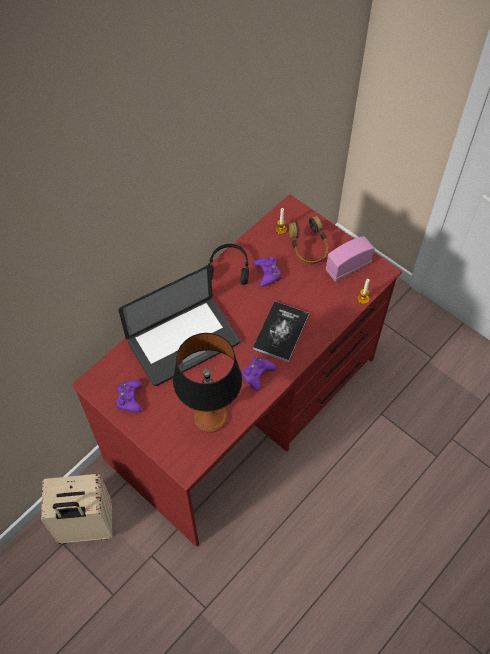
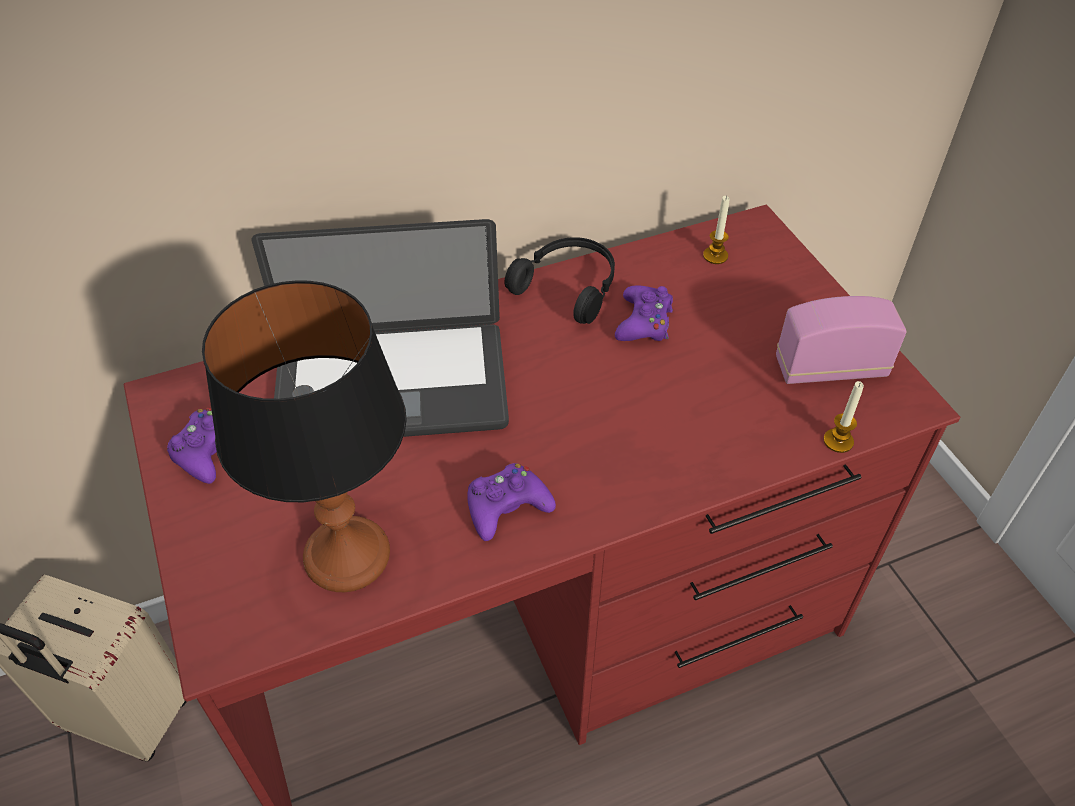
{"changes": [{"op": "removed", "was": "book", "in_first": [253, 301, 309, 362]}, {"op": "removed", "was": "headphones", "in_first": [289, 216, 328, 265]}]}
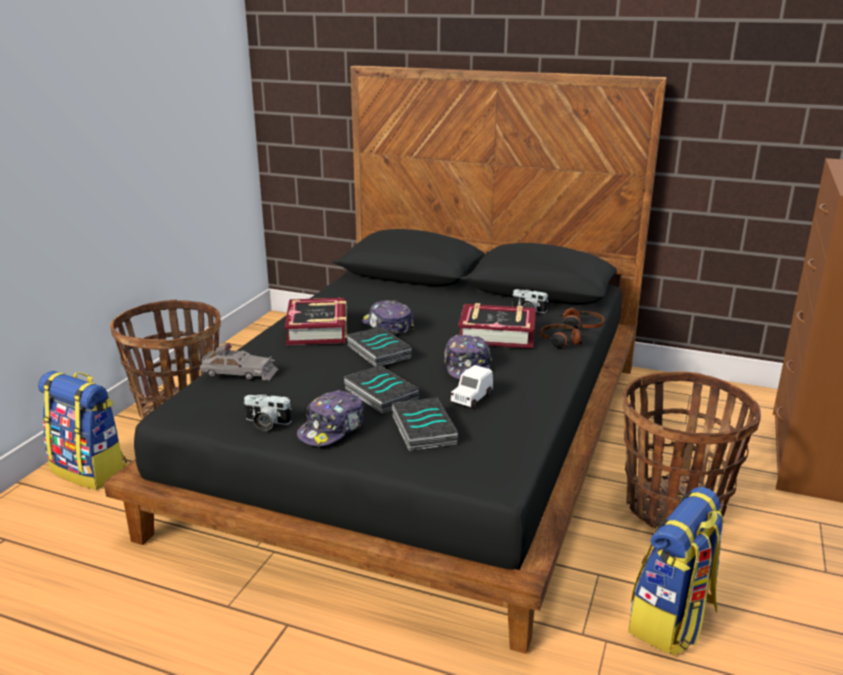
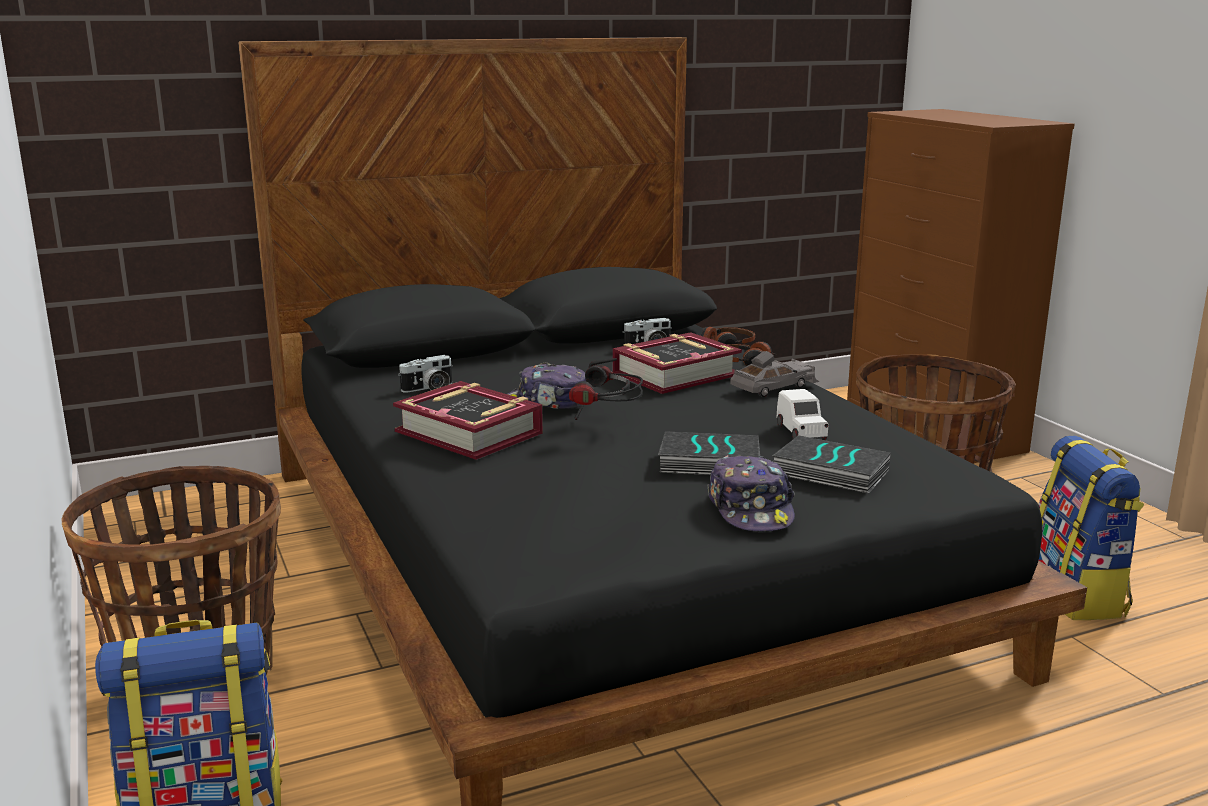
{"changes": [{"op": "removed", "was": "cap", "in_first": [444, 335, 492, 379]}, {"op": "moved", "was": "toy car (grey)", "in_first": [200, 343, 278, 381], "in_second": [731, 351, 819, 397]}, {"op": "moved", "was": "photo camera", "in_first": [244, 395, 292, 431], "in_second": [398, 355, 453, 393]}, {"op": "replaced", "was": "book", "now": "headphones", "in_first": [347, 327, 412, 367], "in_second": [569, 358, 643, 420]}]}
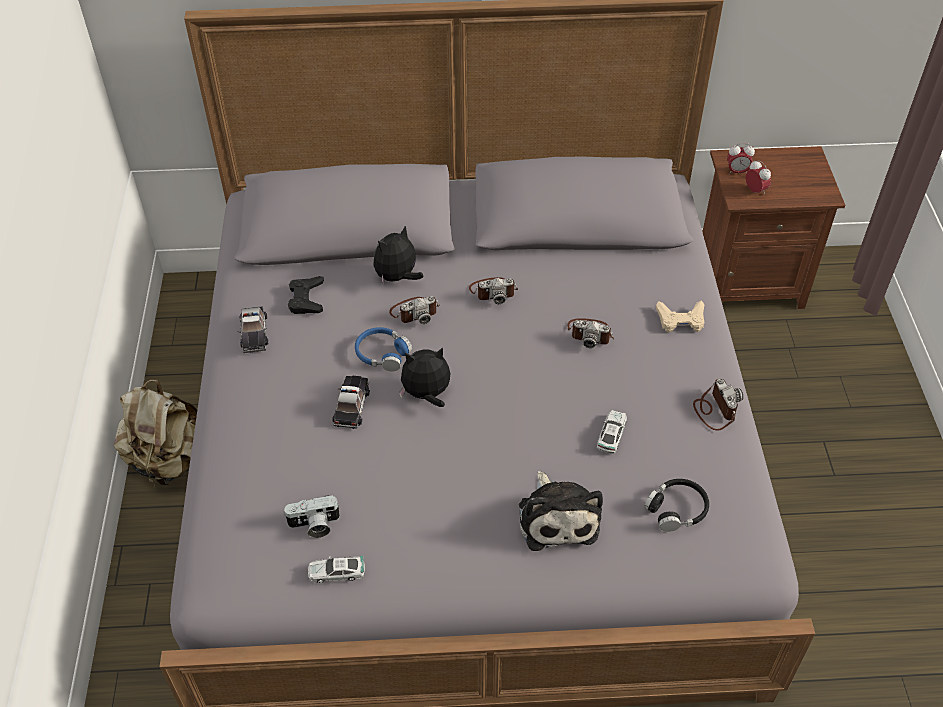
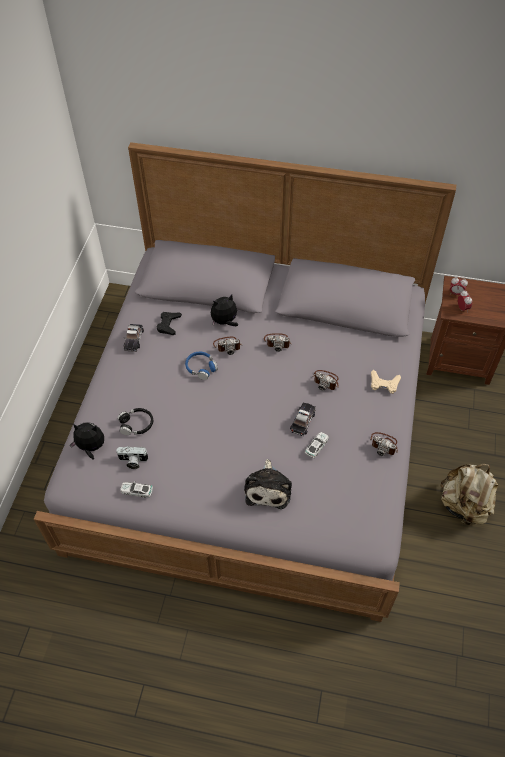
{"changes": [{"op": "moved", "was": "backpack (beige)", "in_first": [114, 380, 197, 486], "in_second": [441, 464, 498, 525]}, {"op": "moved", "was": "toy car", "in_first": [332, 375, 370, 429], "in_second": [290, 403, 316, 436]}, {"op": "moved", "was": "plush toy", "in_first": [399, 347, 450, 407], "in_second": [70, 422, 104, 459]}, {"op": "moved", "was": "headphones (black)", "in_first": [644, 479, 709, 532], "in_second": [118, 408, 153, 435]}, {"op": "turned", "was": "photo camera", "in_first": [693, 379, 743, 431], "in_second": [370, 432, 398, 456], "clockwise": 120}]}
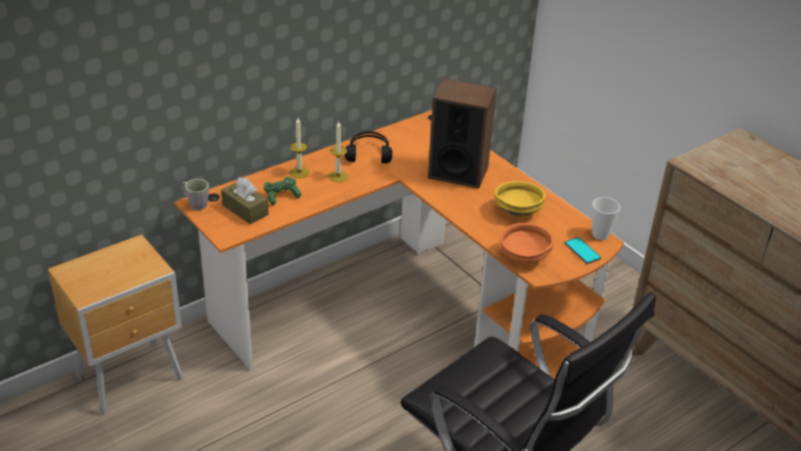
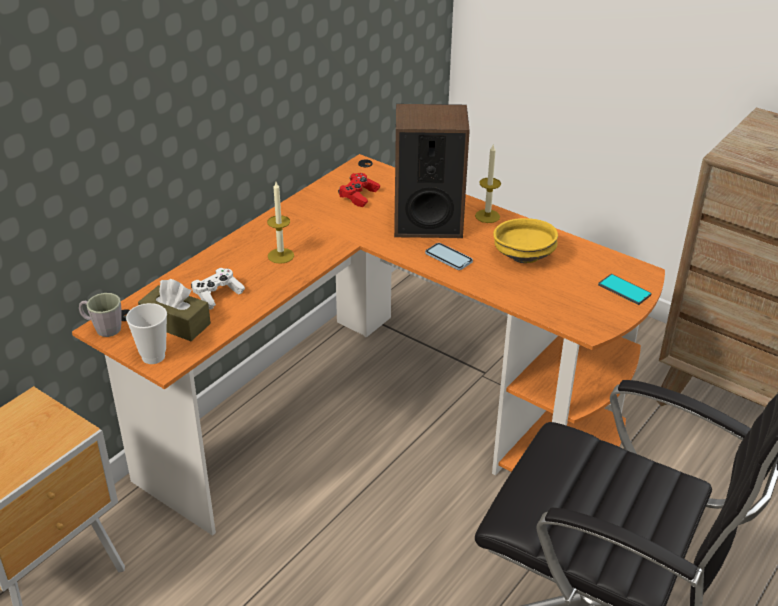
{"changes": [{"op": "removed", "was": "headphones (black)", "in_first": [345, 131, 392, 163]}, {"op": "removed", "was": "bowl (orange)", "in_first": [500, 223, 554, 263]}, {"op": "added", "now": "game controller (red)", "in_second": [338, 173, 380, 207]}, {"op": "added", "now": "phone", "in_second": [425, 243, 473, 270]}, {"op": "moved", "was": "candle", "in_first": [290, 118, 309, 178], "in_second": [475, 145, 501, 223]}, {"op": "moved", "was": "cup", "in_first": [592, 197, 620, 240], "in_second": [126, 303, 167, 364]}, {"op": "recoloured", "was": "game controller (green)", "now": "game controller (white)", "in_first": [264, 177, 302, 205], "in_second": [191, 268, 245, 310]}]}
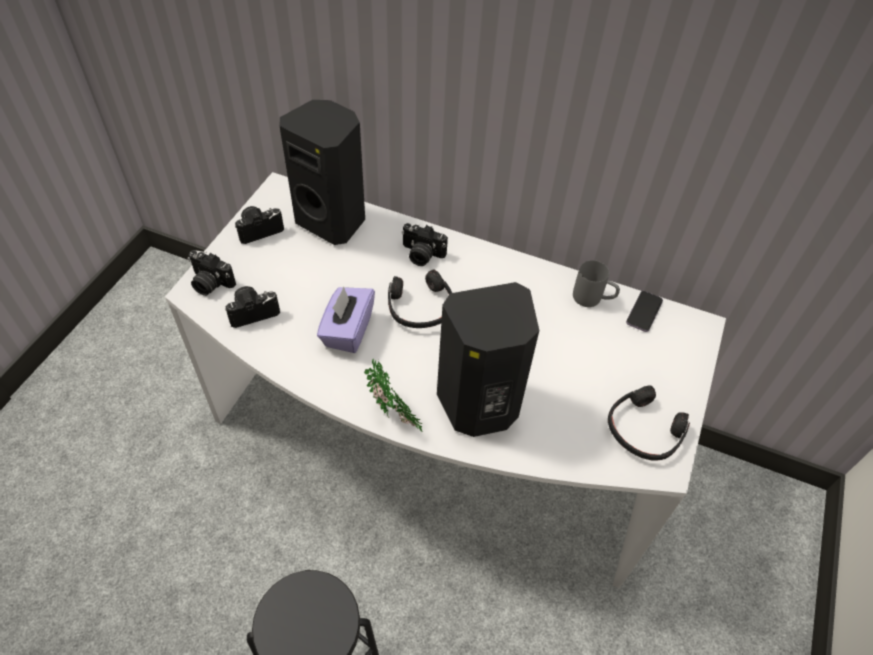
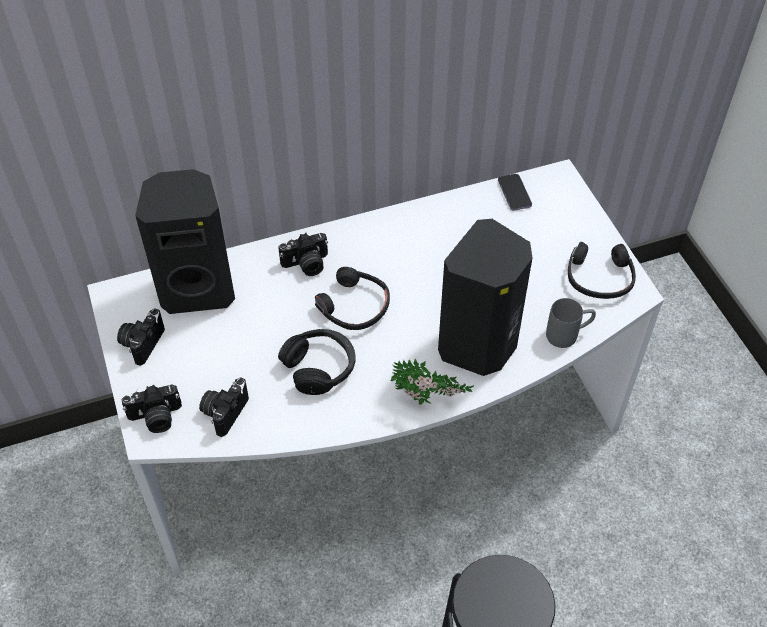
{"changes": [{"op": "moved", "was": "mug (grey)", "in_first": [573, 260, 620, 307], "in_second": [546, 298, 596, 348]}, {"op": "replaced", "was": "tissue box (purple)", "now": "headphones (black)", "in_first": [317, 287, 375, 353], "in_second": [278, 329, 356, 395]}]}
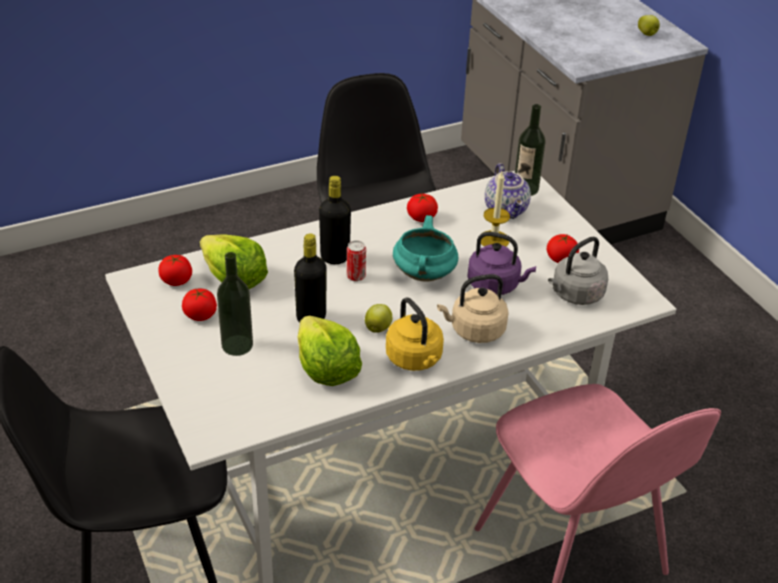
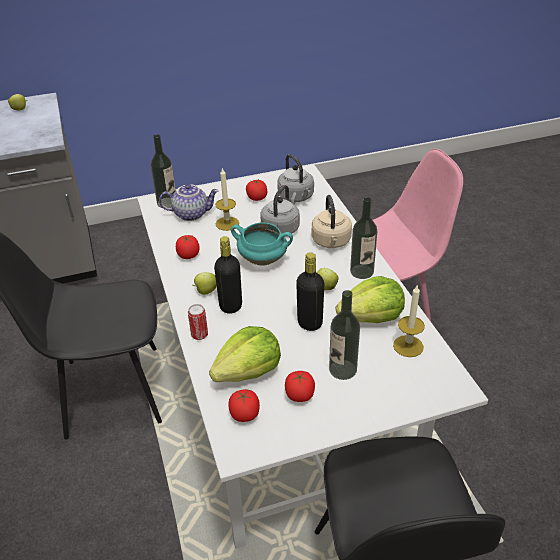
{"changes": [{"op": "added", "now": "apple", "in_second": [192, 272, 217, 295]}, {"op": "added", "now": "candle", "in_second": [393, 284, 425, 357]}, {"op": "moved", "was": "can", "in_first": [347, 240, 366, 282], "in_second": [188, 304, 208, 340]}, {"op": "replaced", "was": "kettle (yellow)", "now": "bottle", "in_first": [386, 297, 444, 371], "in_second": [350, 197, 377, 279]}, {"op": "recoloured", "was": "kettle (purple)", "now": "kettle (grey)", "in_first": [467, 232, 536, 295], "in_second": [260, 185, 300, 234]}]}
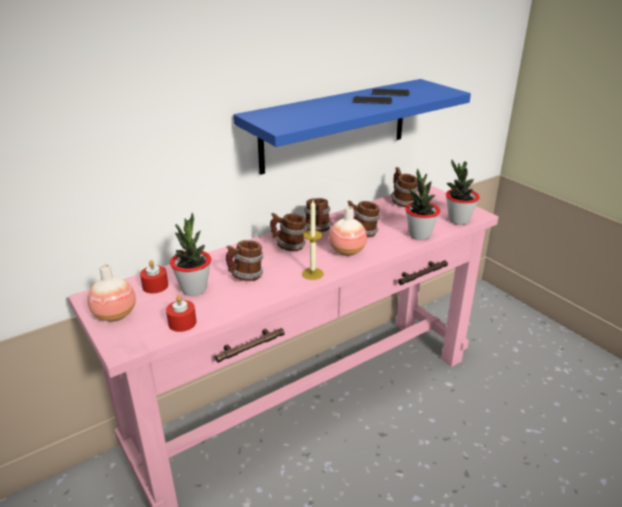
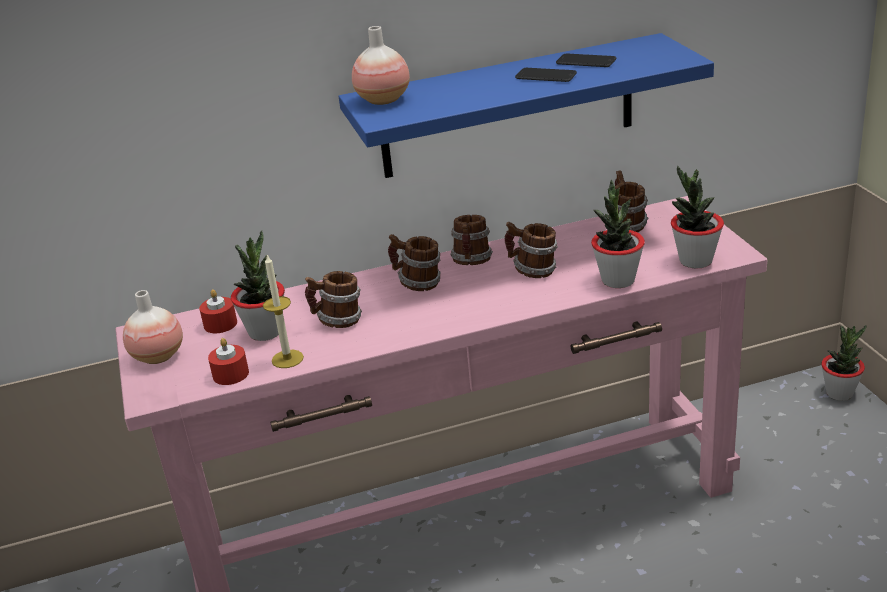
{"changes": [{"op": "added", "now": "potted plant", "in_second": [821, 325, 867, 401]}, {"op": "moved", "was": "candle", "in_first": [302, 200, 324, 280], "in_second": [263, 255, 304, 368]}, {"op": "moved", "was": "vase", "in_first": [329, 206, 367, 256], "in_second": [352, 26, 410, 105]}]}
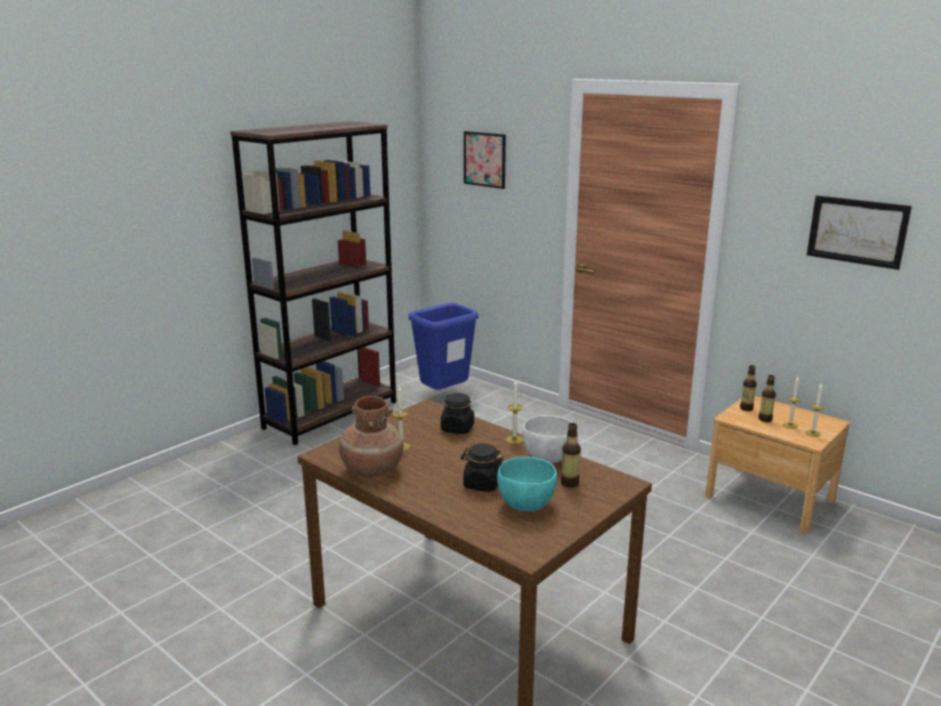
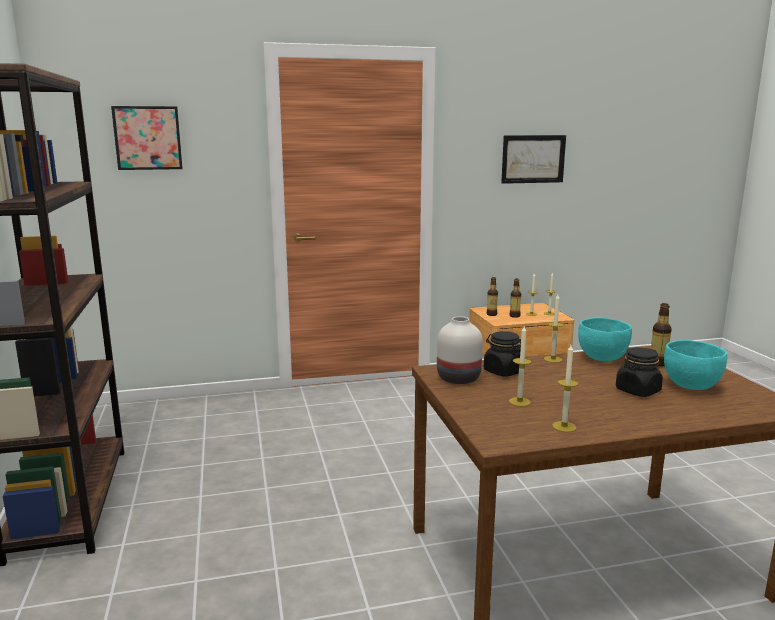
{"changes": [{"op": "removed", "was": "trash can (blue)", "in_first": [408, 303, 479, 390]}, {"op": "added", "now": "vase (white)", "in_second": [437, 316, 483, 384]}, {"op": "replaced", "was": "vase (brown)", "now": "candle", "in_first": [339, 396, 404, 477], "in_second": [552, 345, 578, 432]}, {"op": "recoloured", "was": "bowl (white)", "now": "bowl (turquoise)", "in_first": [522, 415, 573, 463], "in_second": [578, 318, 632, 361]}]}
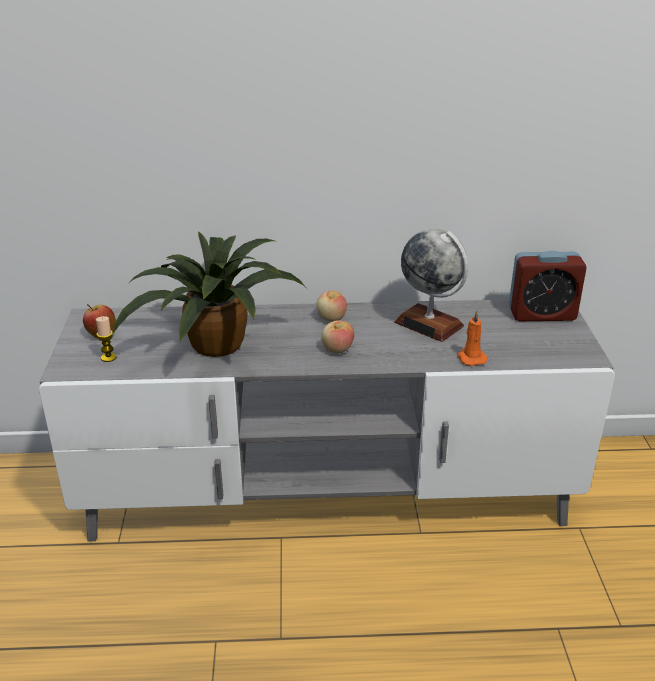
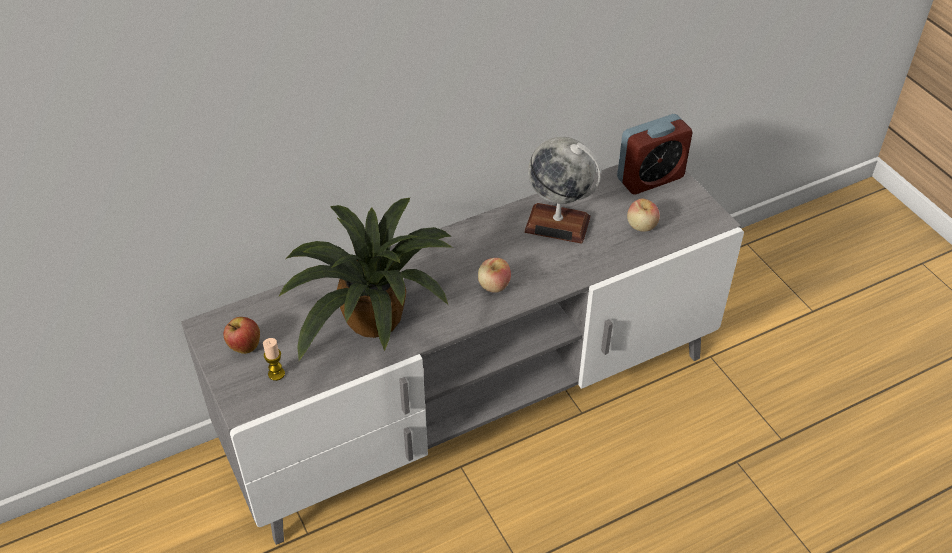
{"changes": [{"op": "removed", "was": "candle (orange)", "in_first": [457, 311, 488, 366]}, {"op": "moved", "was": "apple", "in_first": [316, 290, 347, 322], "in_second": [627, 199, 660, 232]}]}
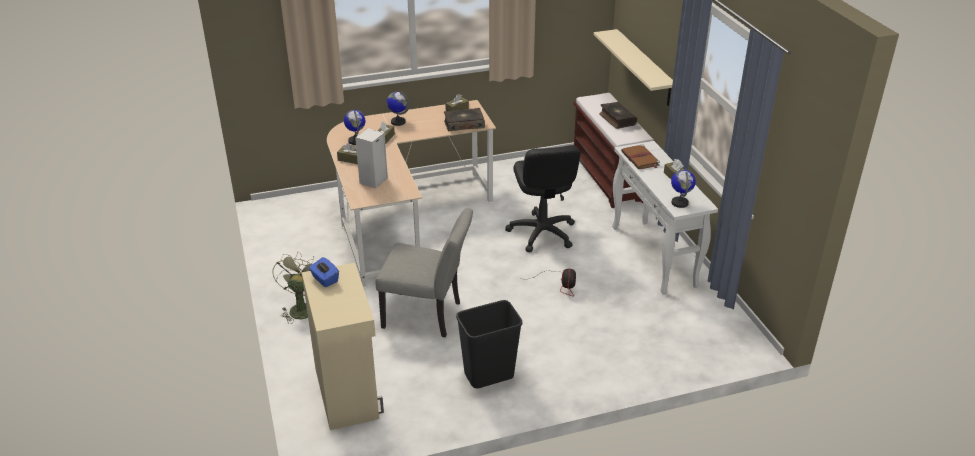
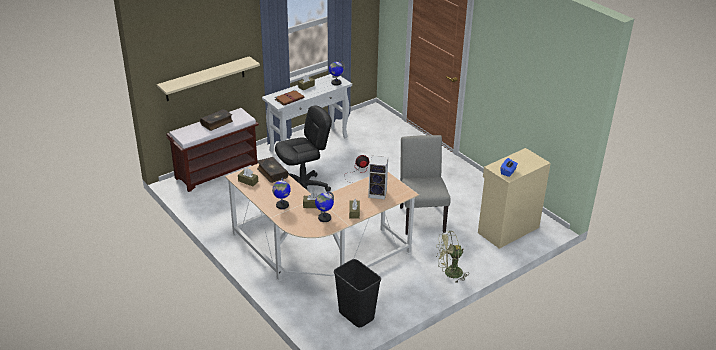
{"changes": [{"op": "moved", "was": "trash can (black)", "in_first": [456, 300, 522, 388], "in_second": [334, 259, 381, 328]}]}
